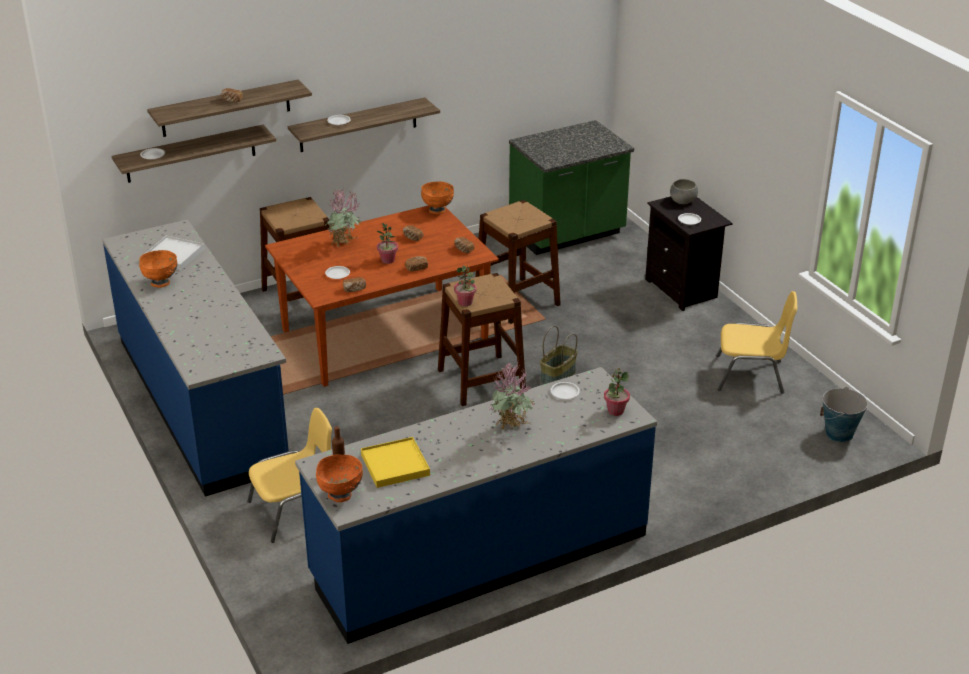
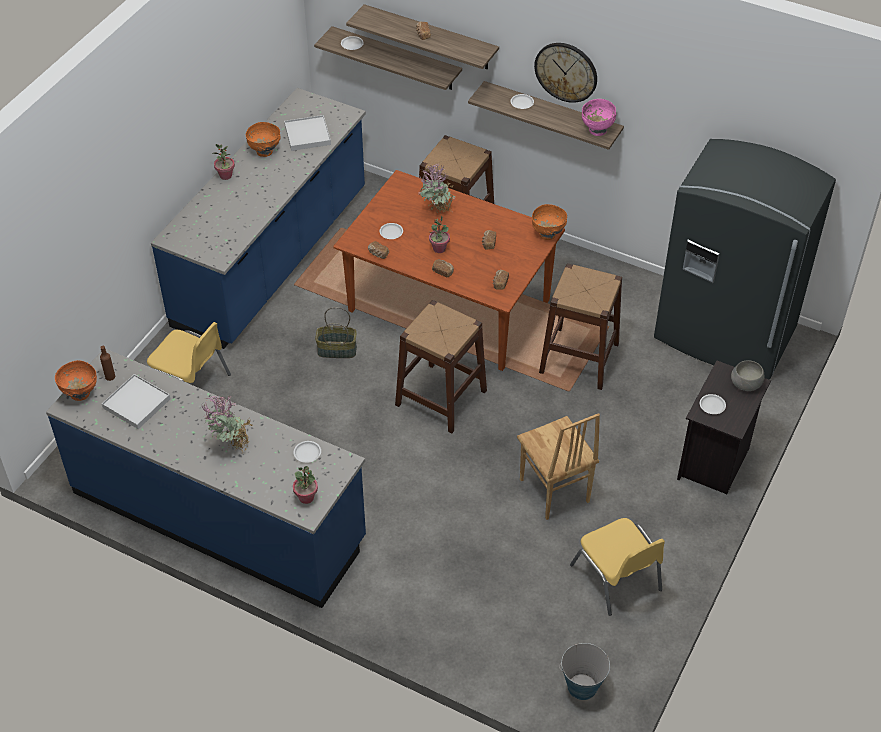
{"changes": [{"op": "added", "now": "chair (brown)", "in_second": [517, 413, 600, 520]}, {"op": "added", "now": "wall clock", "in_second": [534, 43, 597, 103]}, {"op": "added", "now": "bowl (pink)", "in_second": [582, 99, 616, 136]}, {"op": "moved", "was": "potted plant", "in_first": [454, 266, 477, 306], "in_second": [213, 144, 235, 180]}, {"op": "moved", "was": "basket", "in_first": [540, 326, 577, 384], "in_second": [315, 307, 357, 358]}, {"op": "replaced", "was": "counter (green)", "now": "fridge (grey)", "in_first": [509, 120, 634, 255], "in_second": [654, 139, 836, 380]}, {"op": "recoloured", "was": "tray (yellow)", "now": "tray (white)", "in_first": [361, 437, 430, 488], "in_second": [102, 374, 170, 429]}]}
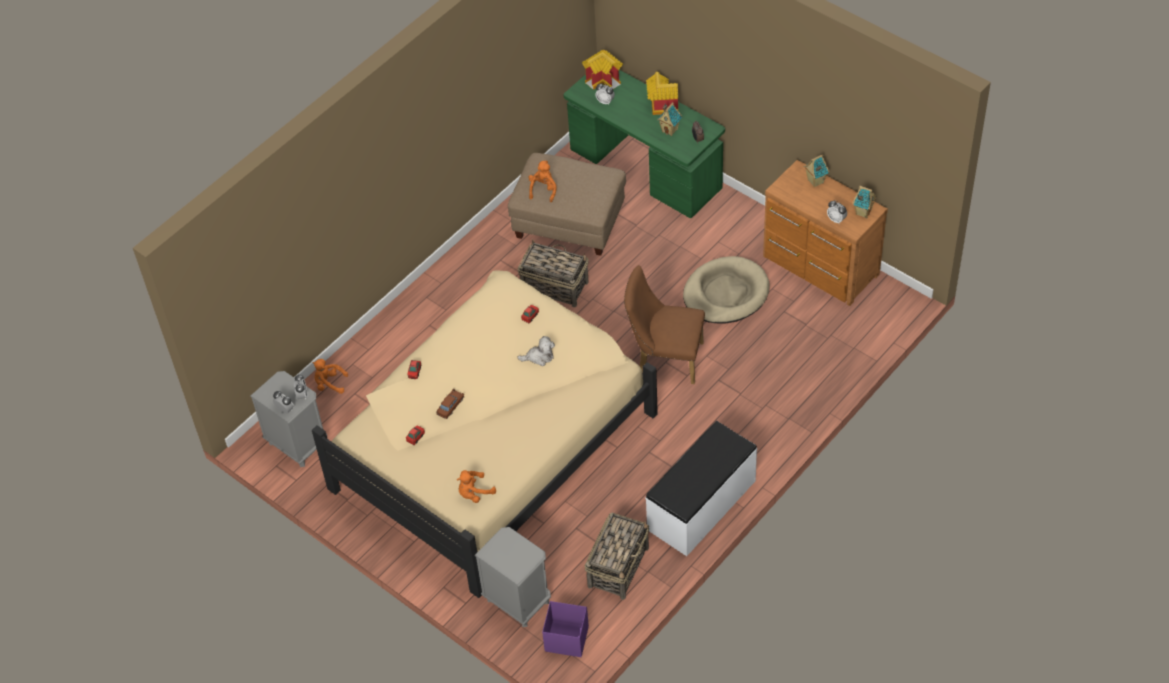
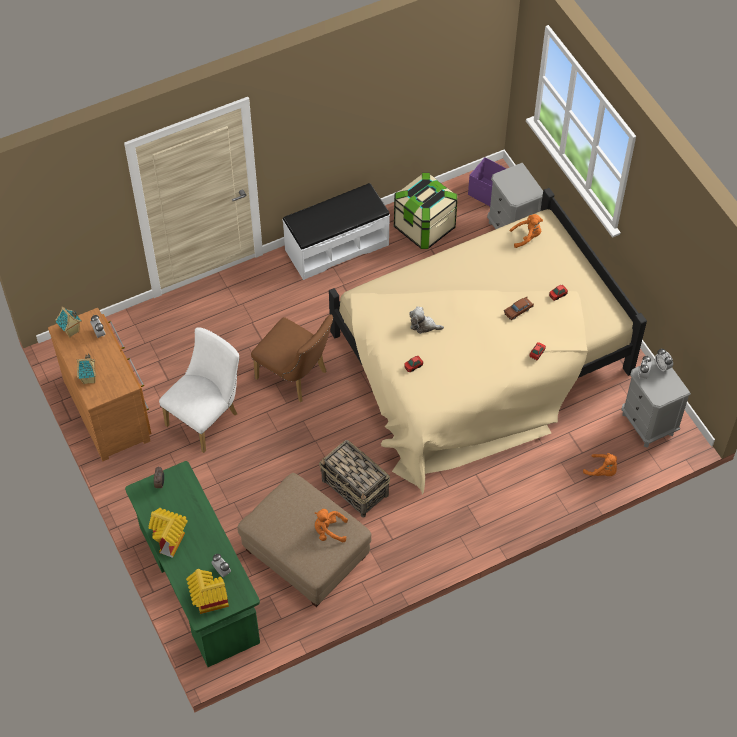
{"changes": [{"op": "removed", "was": "toy house", "in_first": [657, 102, 682, 136]}, {"op": "replaced", "was": "basket", "now": "storage box", "in_first": [585, 512, 649, 600], "in_second": [394, 173, 457, 249]}, {"op": "replaced", "was": "dog bed (beige)", "now": "chair (white)", "in_first": [683, 256, 770, 323], "in_second": [159, 327, 240, 453]}, {"op": "turned", "was": "plush toy (orange)", "in_first": [528, 160, 557, 202], "in_second": [315, 509, 348, 543], "clockwise": 60}]}
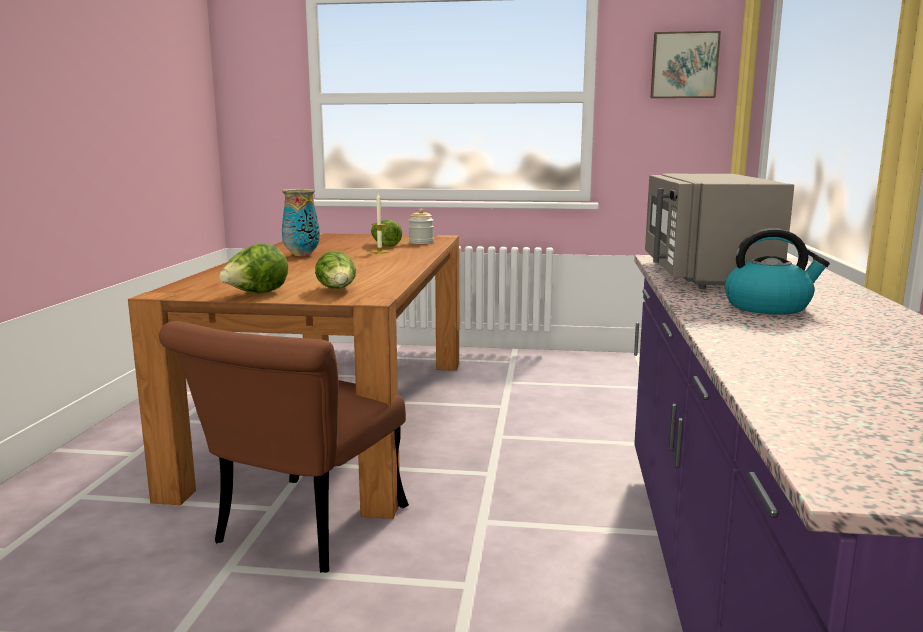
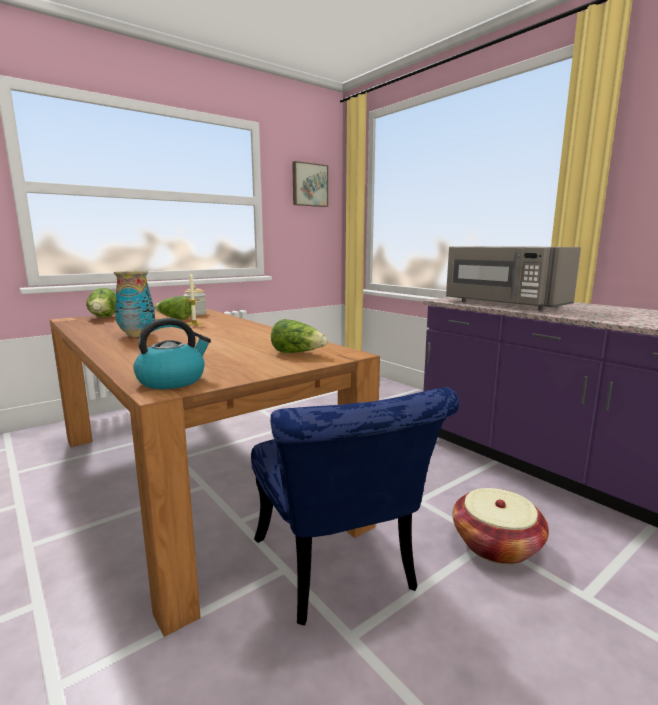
{"changes": [{"op": "added", "now": "basket", "in_second": [453, 488, 549, 564]}, {"op": "moved", "was": "lettuce", "in_first": [219, 244, 288, 293], "in_second": [86, 288, 116, 317]}, {"op": "moved", "was": "kettle", "in_first": [725, 228, 830, 315], "in_second": [133, 318, 211, 389]}, {"op": "recoloured", "was": "chair (brown)", "now": "chair (blue)", "in_first": [159, 321, 409, 573], "in_second": [251, 387, 459, 626]}]}
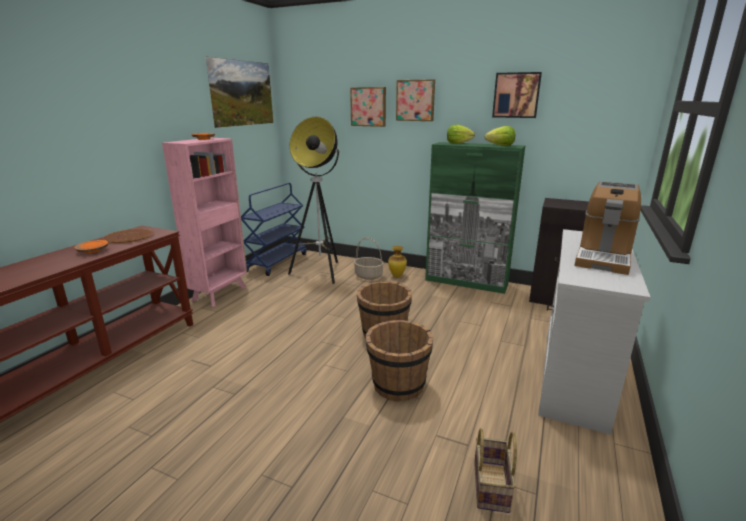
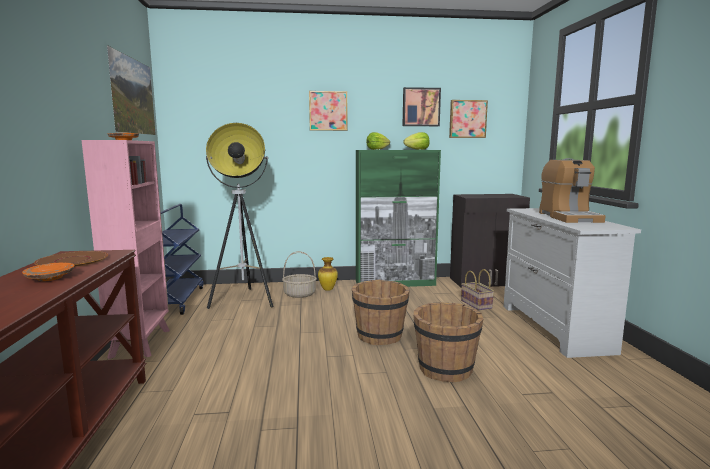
{"changes": [{"op": "moved", "was": "picture", "in_first": [350, 87, 386, 127], "in_second": [449, 100, 488, 138]}, {"op": "moved", "was": "basket", "in_first": [474, 428, 517, 513], "in_second": [461, 269, 494, 310]}]}
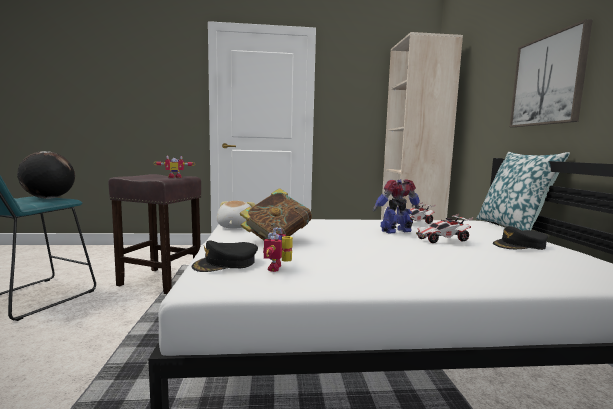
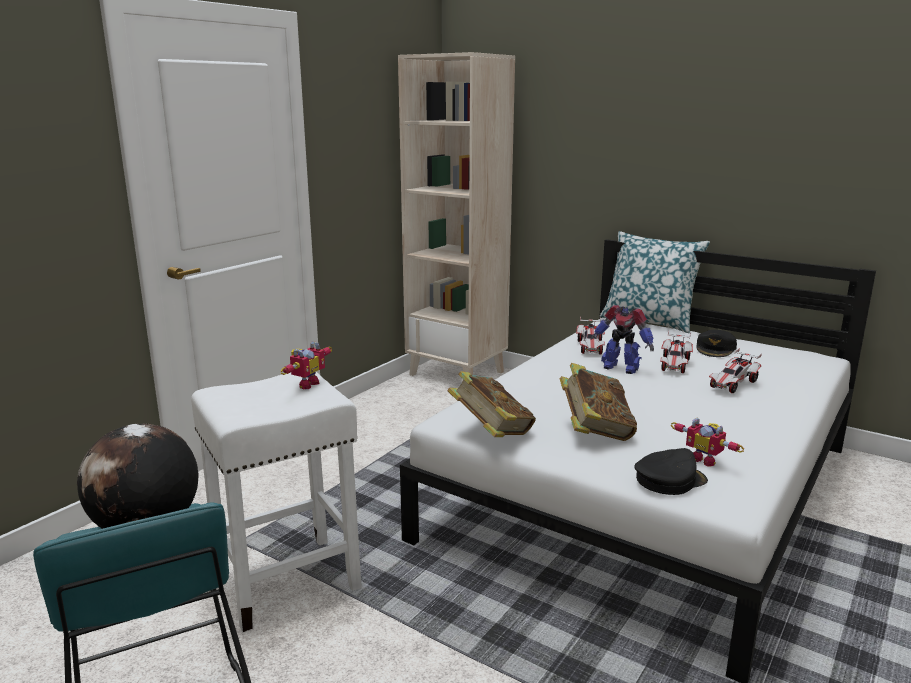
{"changes": [{"op": "removed", "was": "picture", "in_first": [510, 19, 593, 127]}, {"op": "added", "now": "toy car", "in_second": [709, 348, 762, 393]}, {"op": "replaced", "was": "plush toy", "now": "book", "in_first": [216, 201, 255, 229], "in_second": [447, 371, 536, 437]}, {"op": "recoloured", "was": "stool (brown)", "now": "stool (white)", "in_first": [108, 174, 201, 294], "in_second": [191, 372, 362, 632]}, {"op": "turned", "was": "cap (black)", "in_first": [191, 241, 258, 272], "in_second": [634, 448, 708, 495], "clockwise": -120}, {"op": "turned", "was": "toy robot", "in_first": [373, 180, 420, 233], "in_second": [591, 305, 654, 374], "clockwise": -75}]}
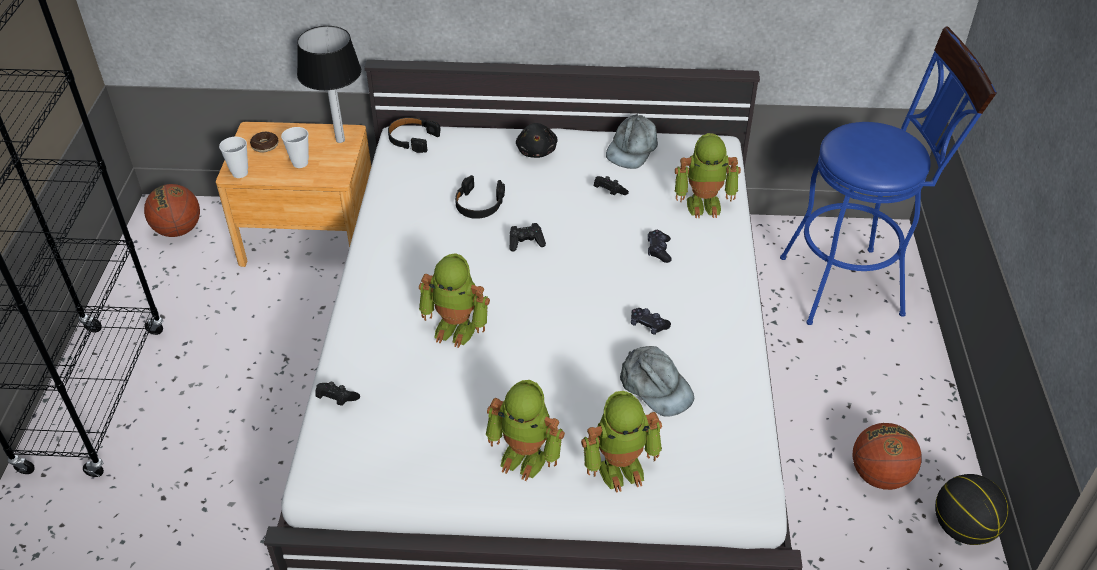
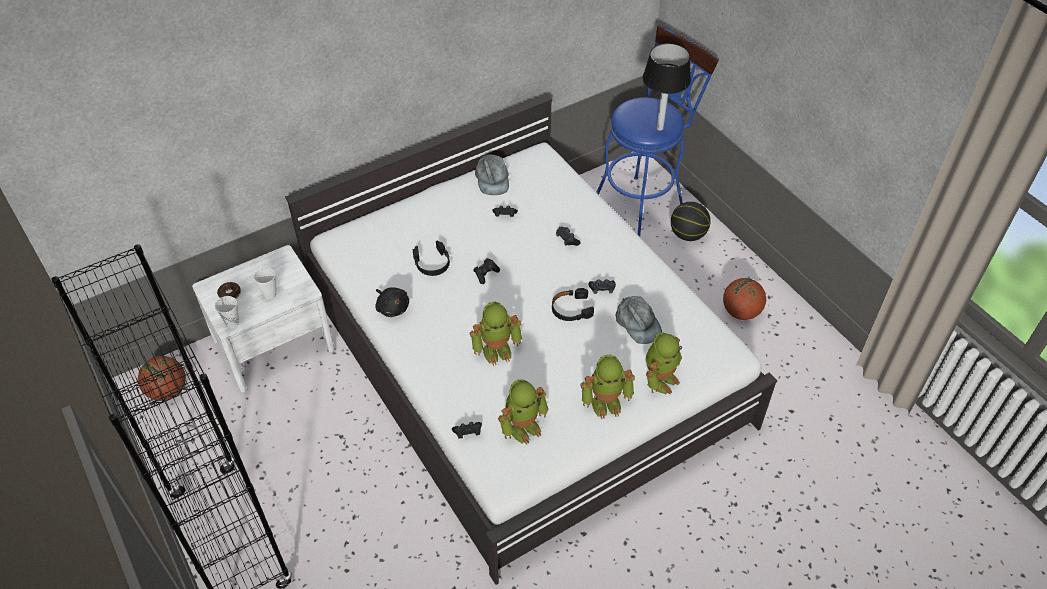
{"changes": [{"op": "moved", "was": "table lamp", "in_first": [297, 26, 361, 143], "in_second": [643, 43, 691, 131]}, {"op": "moved", "was": "headphones (black)", "in_first": [388, 117, 441, 153], "in_second": [552, 288, 594, 321]}, {"op": "moved", "was": "plush toy (black)", "in_first": [516, 123, 557, 158], "in_second": [375, 287, 409, 317]}, {"op": "moved", "was": "toy robot", "in_first": [675, 133, 741, 218], "in_second": [498, 379, 548, 445]}, {"op": "moved", "was": "basketball", "in_first": [935, 474, 1010, 545], "in_second": [671, 202, 711, 241]}, {"op": "recoloured", "was": "nightstand (brown)", "now": "nightstand (white)", "in_first": [216, 122, 371, 267], "in_second": [192, 245, 335, 393]}, {"op": "turned", "was": "cap (grey)", "in_first": [620, 346, 694, 417], "in_second": [615, 296, 662, 344], "clockwise": 45}]}
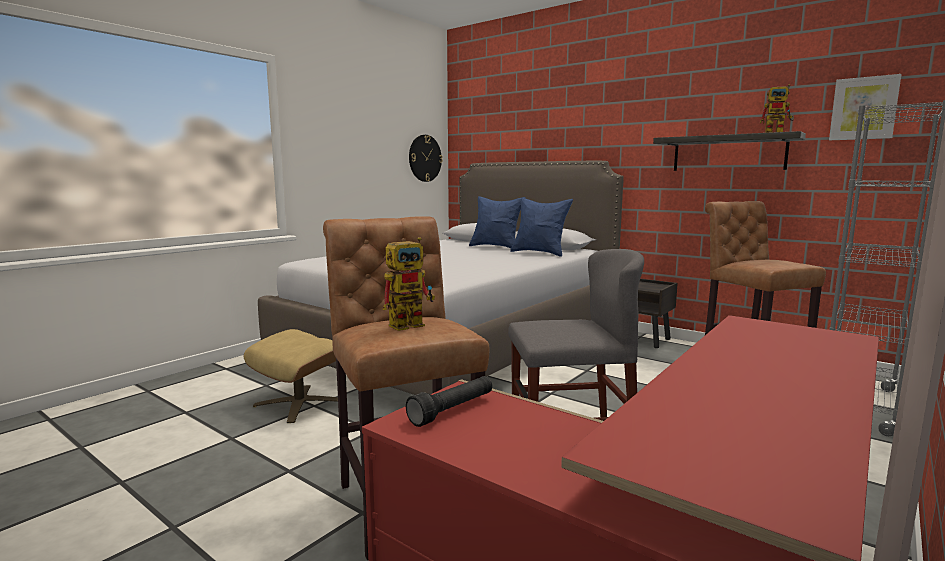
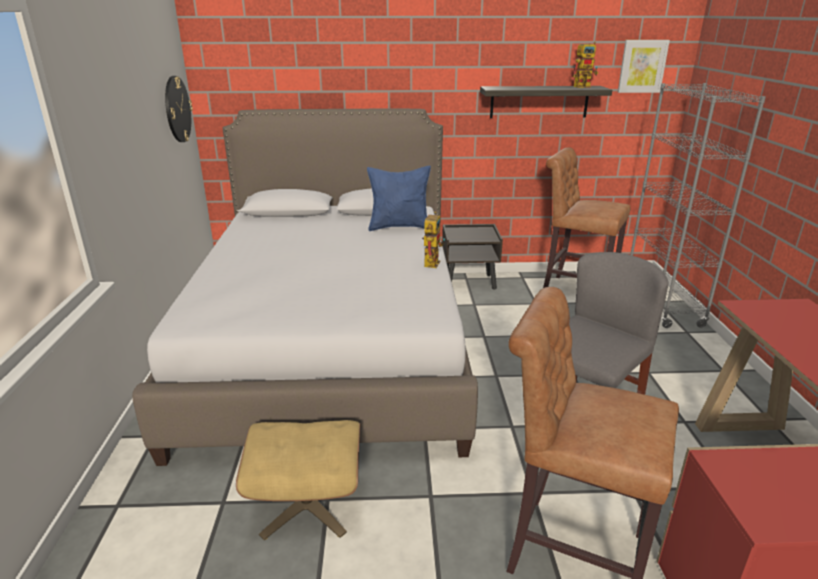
{"changes": [{"op": "removed", "was": "flashlight (black)", "in_first": [406, 376, 492, 427]}, {"op": "removed", "was": "pillow (blue)", "in_first": [469, 196, 526, 248]}, {"op": "moved", "was": "toy robot", "in_first": [383, 237, 435, 331], "in_second": [422, 211, 445, 268]}]}
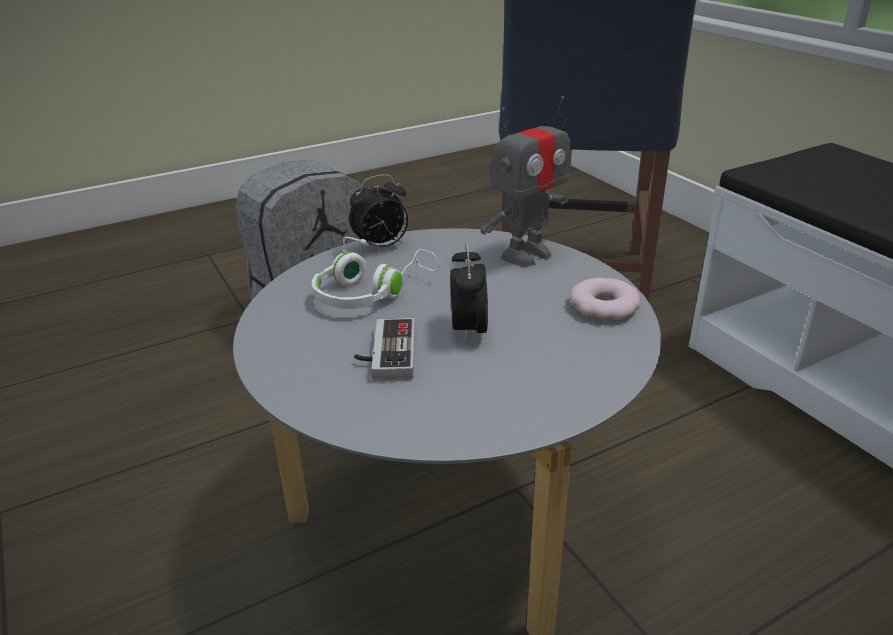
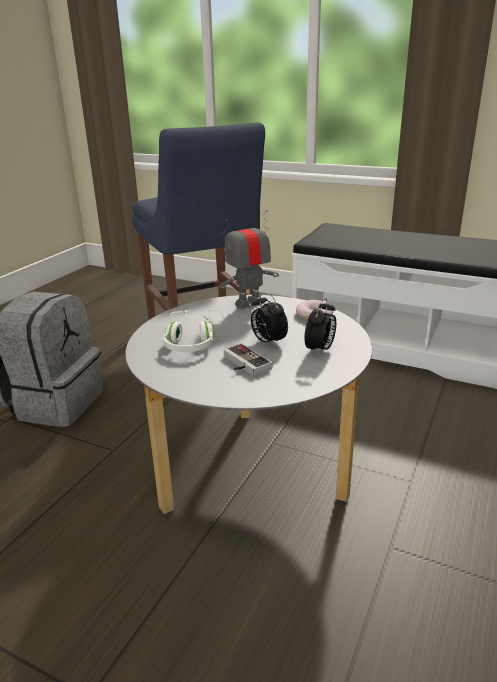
{"changes": [{"op": "moved", "was": "alarm clock", "in_first": [349, 174, 408, 252], "in_second": [304, 298, 336, 356]}, {"op": "turned", "was": "toy robot", "in_first": [481, 96, 570, 267], "in_second": [219, 210, 279, 309], "clockwise": -135}]}
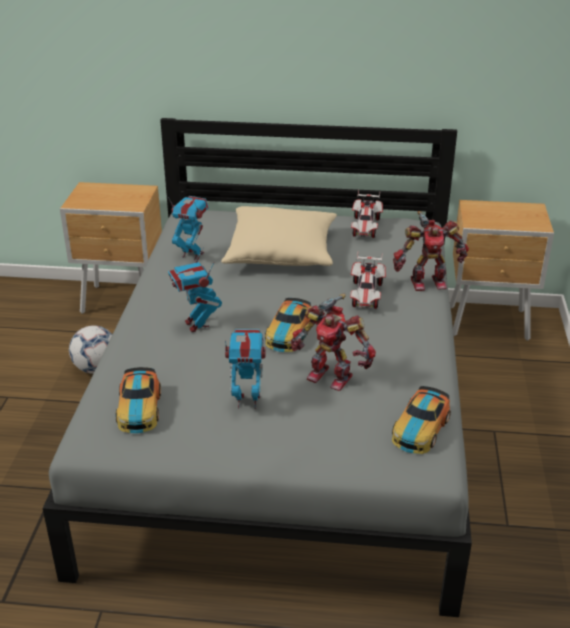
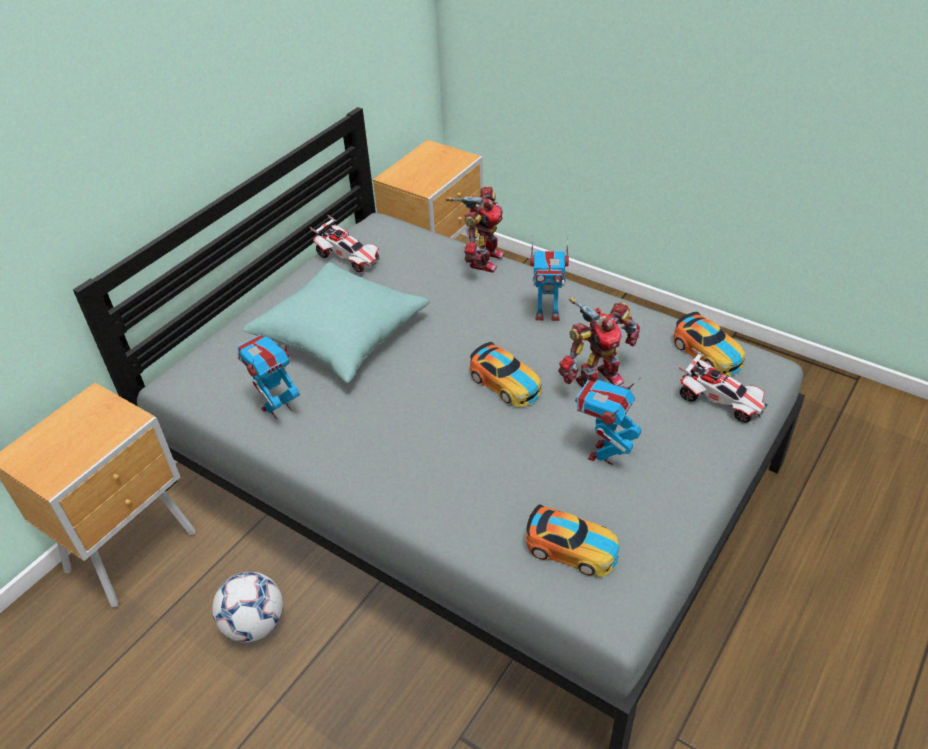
{"changes": [{"op": "moved", "was": "toy robot", "in_first": [168, 249, 222, 332], "in_second": [530, 235, 569, 321]}, {"op": "moved", "was": "toy car", "in_first": [350, 253, 386, 309], "in_second": [678, 348, 768, 423]}, {"op": "recoloured", "was": "pillow (beige)", "now": "pillow (turquoise)", "in_first": [221, 206, 337, 266], "in_second": [243, 262, 430, 383]}]}
